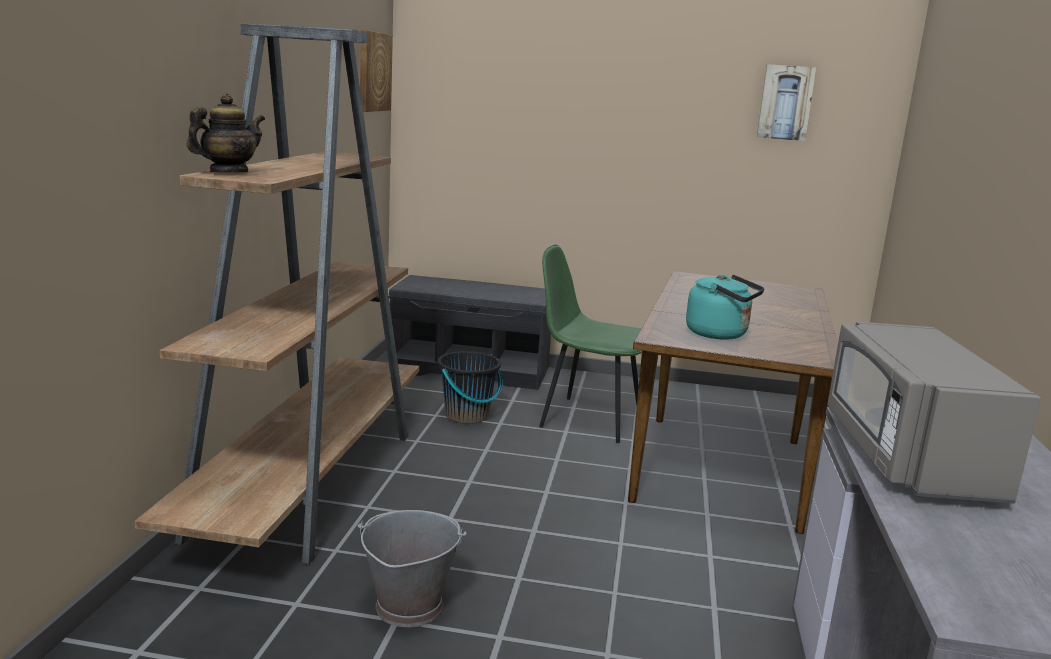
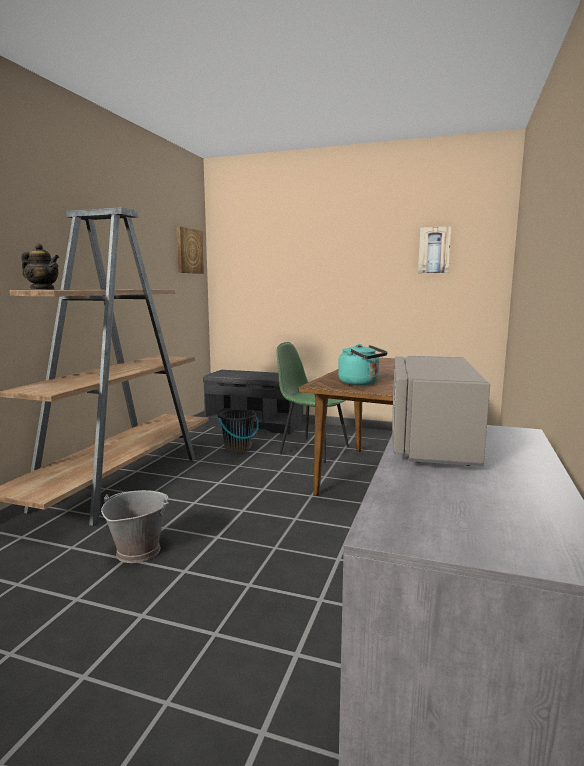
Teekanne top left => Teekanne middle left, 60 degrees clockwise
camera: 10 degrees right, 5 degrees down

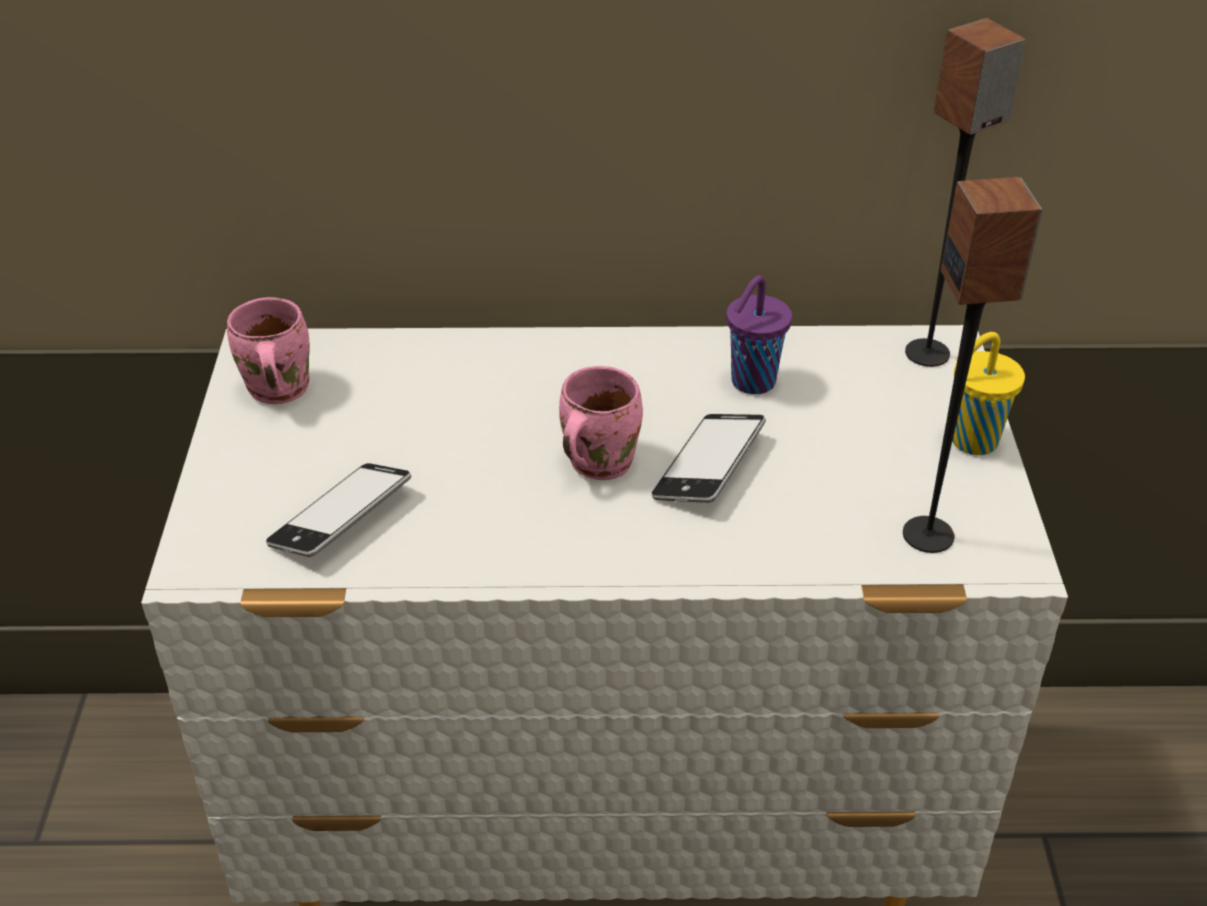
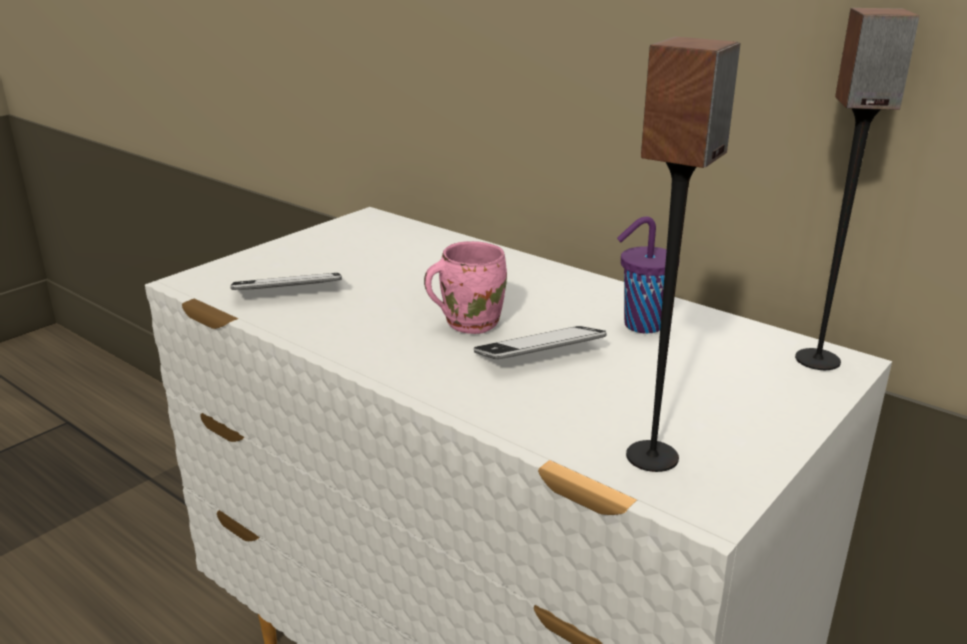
Henkelbecher/rosa (no. 1 from left) middle left => nothing
Tasse/gelb middle right => nothing
camera: 40 degrees right, 15 degrees down

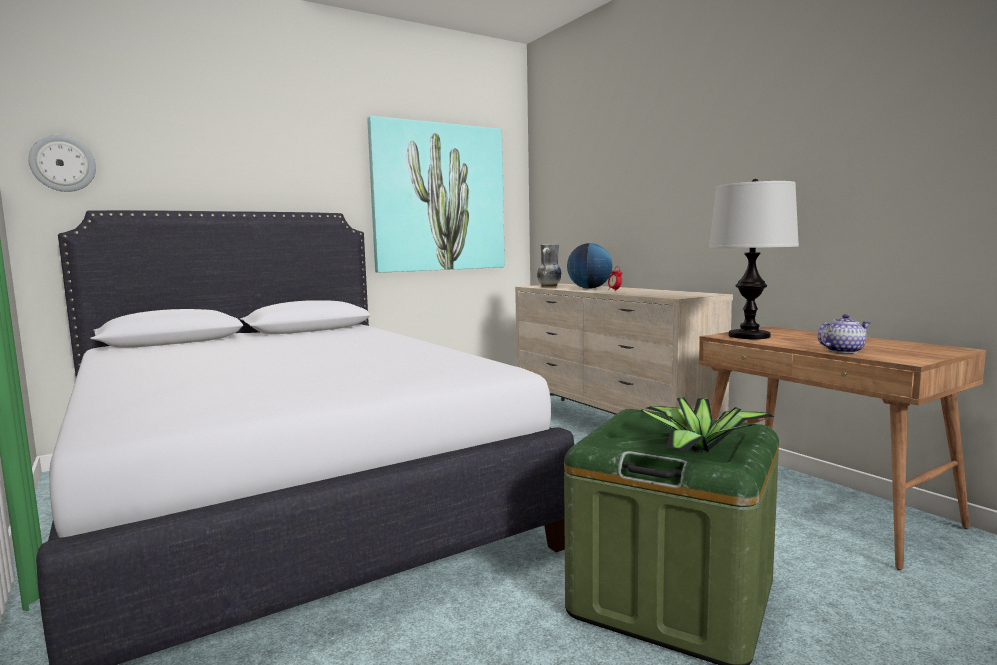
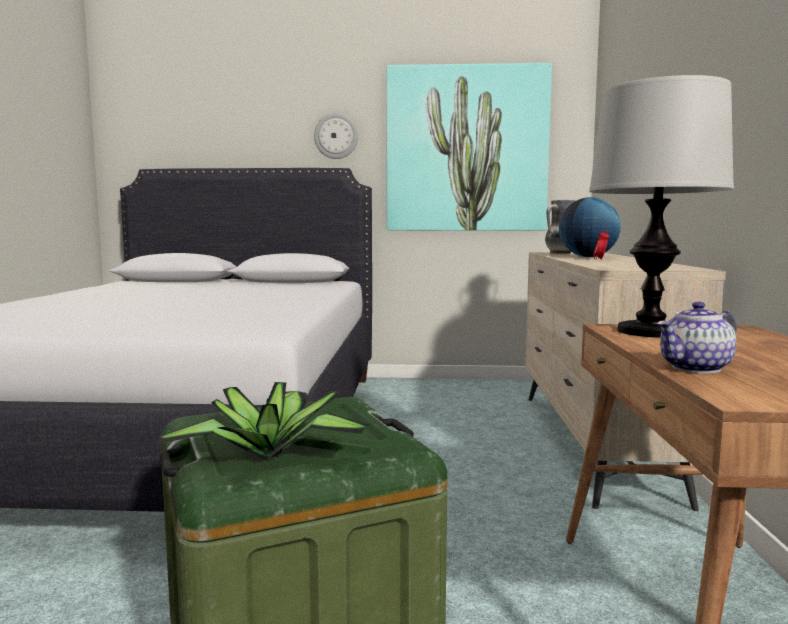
Wanduhr top left => Wanduhr top centre, shifted
Teekanne middle right, 135 degrees clockwise
camera: 35 degrees right, 0 degrees up

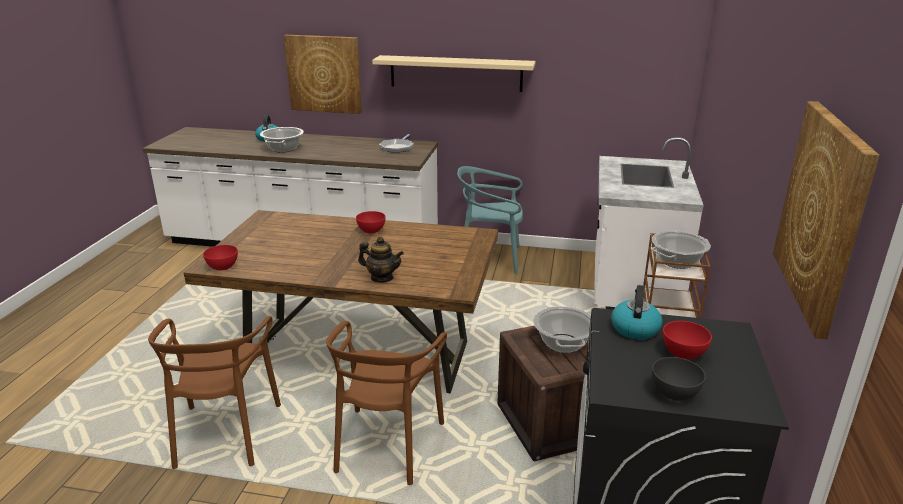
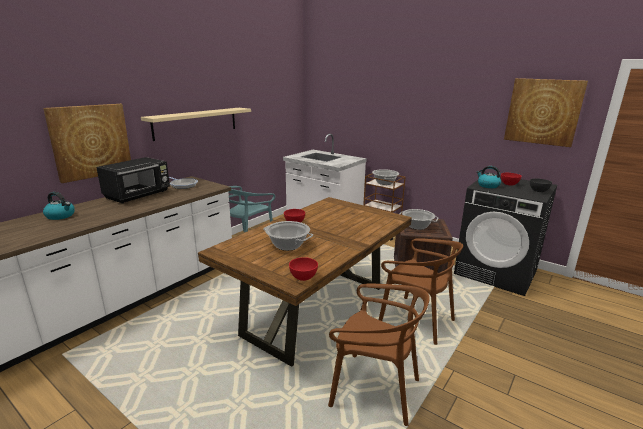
Kochtopf (no. 1 from left) top left => Kochtopf (no. 1 from left) centre, shifted
Teekanne centre => nothing
nothing => Mikrowelle/schwarz middle left
camera: 65 degrees left, 5 degrees down

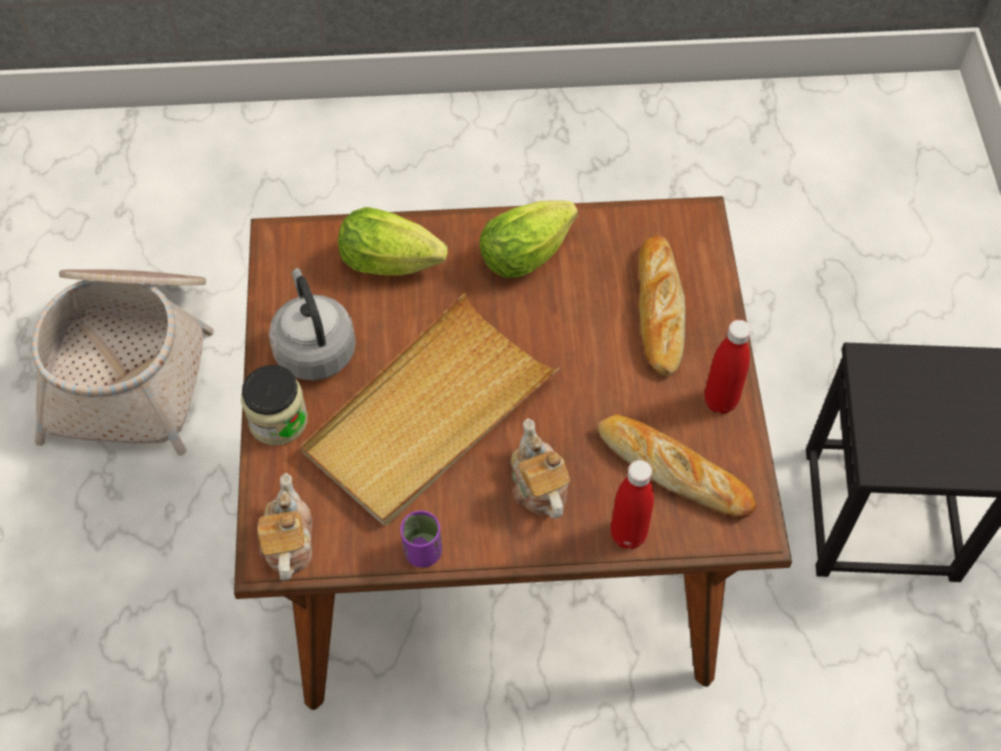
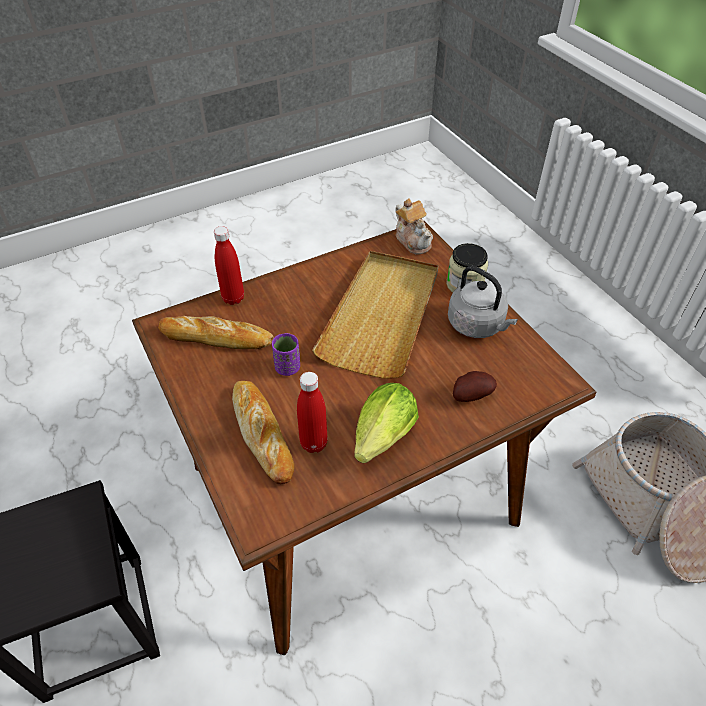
Salatkopf (no. 1 from left) top centre => Kartoffel middle right
Flasche/rot (no. 2 from left) middle right => Flasche/rot (no. 2 from left) centre, shifted
Teekanne (no. 2 from left) centre => nothing
Tasse/lila bottom centre => Tasse/lila centre, shifted
camera: 155 degrees right, 10 degrees down

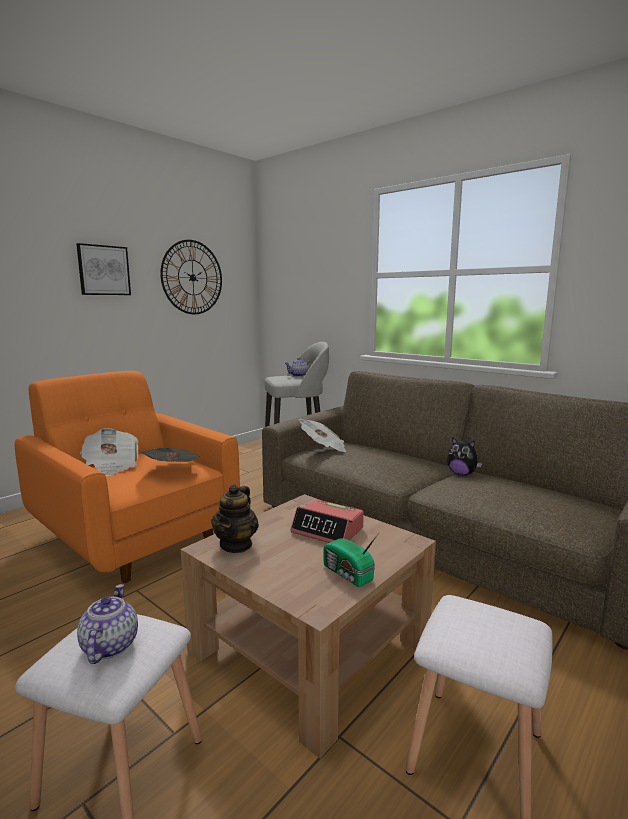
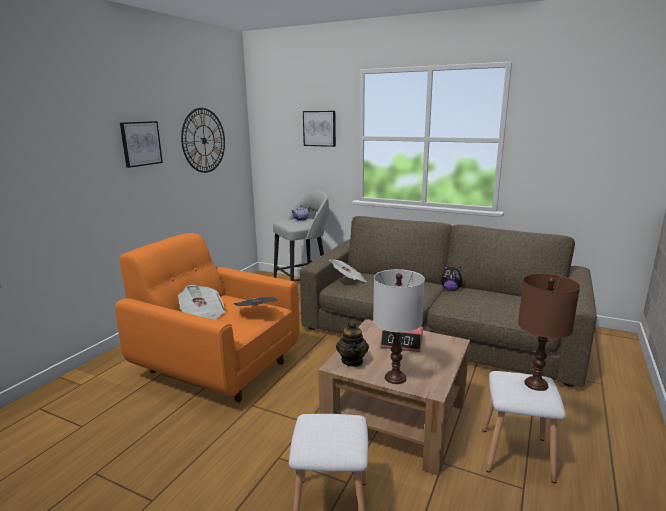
Radio bottom centre => nothing
Teekanne (no. 1 from left) bottom left => nothing
nothing => Bild (no. 2 from left) top centre
nothing => Tischlampe/weiß centre
nothing => Tischlampe/braun middle right
camera: 15 degrees left, 5 degrees up

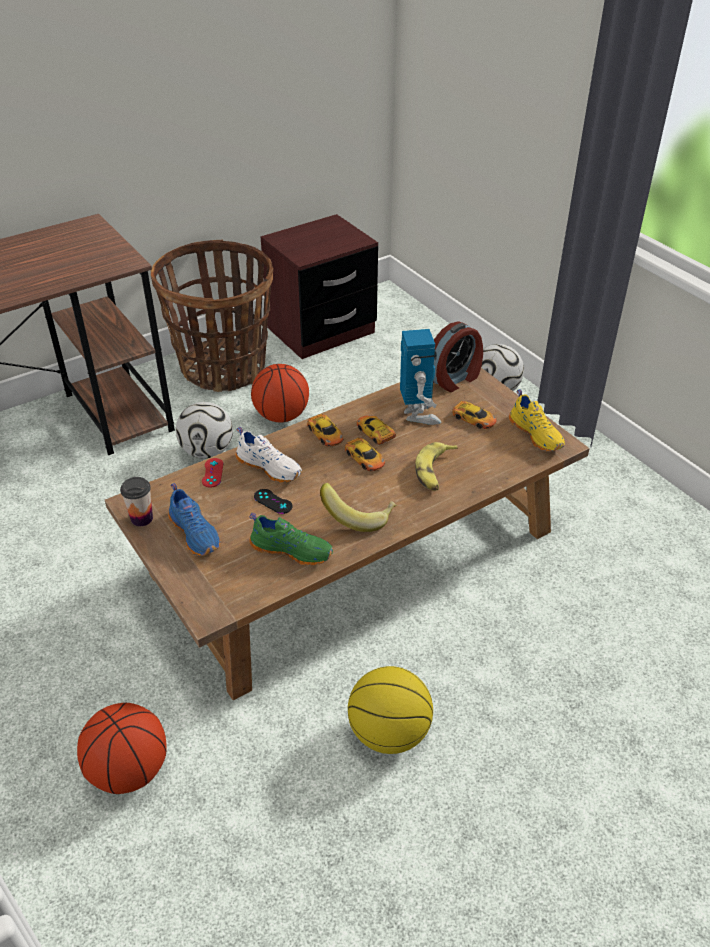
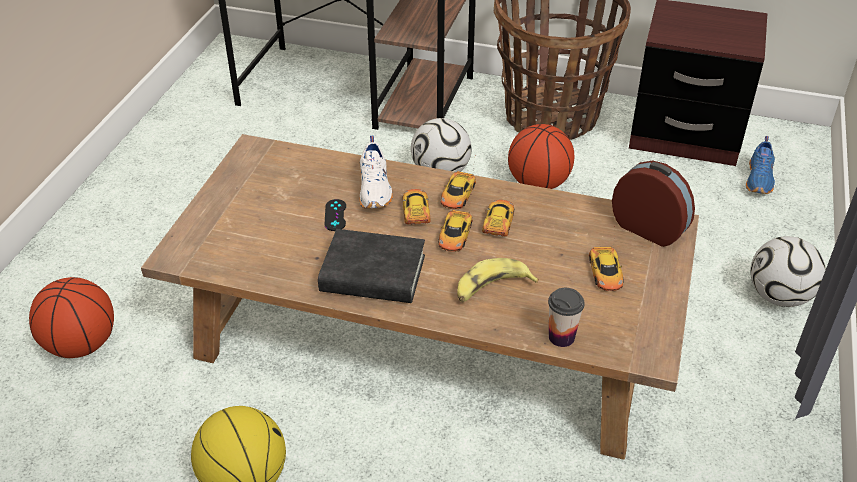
Wecker centre => Wecker middle right, 150 degrees counterclockwise
Spielzeugroboter centre => nothing
Schuh/gelb middle right => nothing
Gamepad/rot middle left => nothing
Tasse middle left => Tasse centre, shifted
Schuh/blau middle left => Schuh/blau middle right, shifted
Banane (no. 1 from left) centre => Buch/schwarz centre
Schuh/grün centre => nothing
nothing => Spielzeugauto (no. 1 from left) centre
camera: 50 degrees right, 0 degrees up

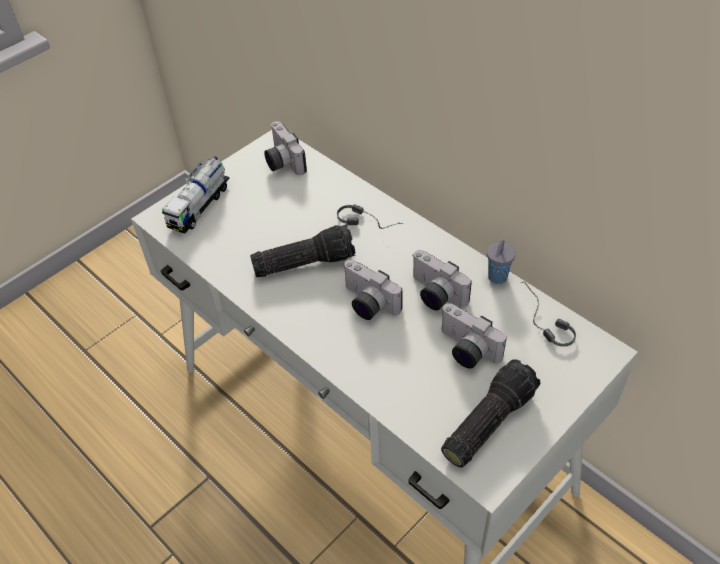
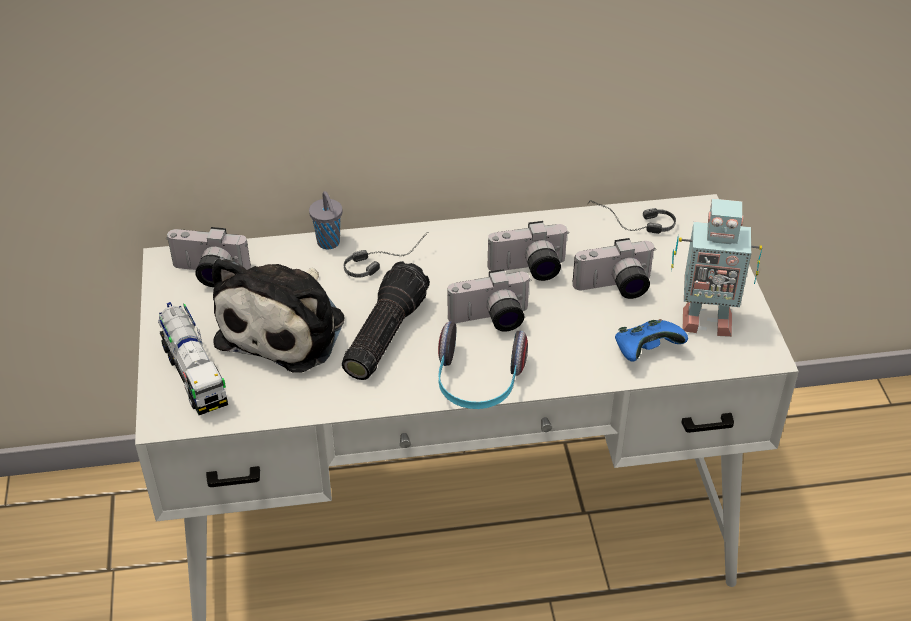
Tasse/grau middle right => Tasse/grau centre, shifted
Taschenlampe (no. 2 from left) bottom right => Spielzeugroboter middle right
nothing => Plüschtier middle left
nothing => Gamepad/blau middle right
nothing => Kopfhörer (no. 2 from left) centre
camera: 55 degrees left, 5 degrees down

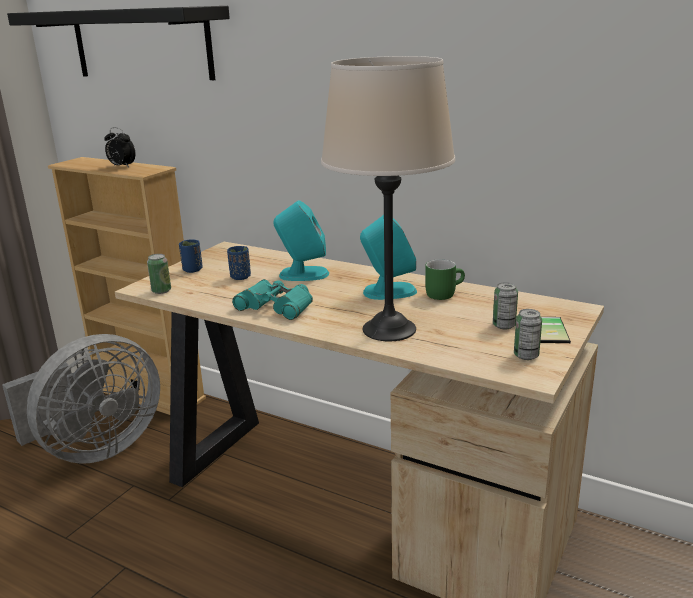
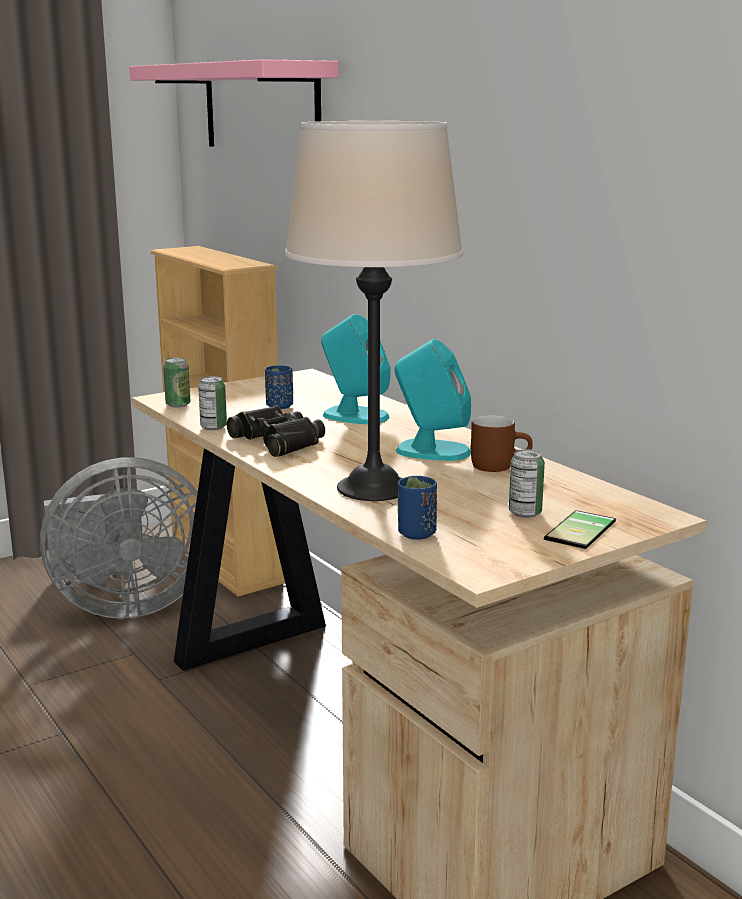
Wandregal/schwarz top left => Wandregal/rosa top left
Wecker top left => nothing
Tasse/blau (no. 1 from left in the first image) middle left => Tasse/blau (no. 2 from left) centre, shifted
Henkelbecher/grün centre => Henkelbecher/braun middle right
Fernglas/türkis centre => Fernglas/schwarz centre
Dose (no. 3 from left in the first image) middle right => Dose (no. 2 from left) middle left, shifted
camera: 25 degrees right, 5 degrees down

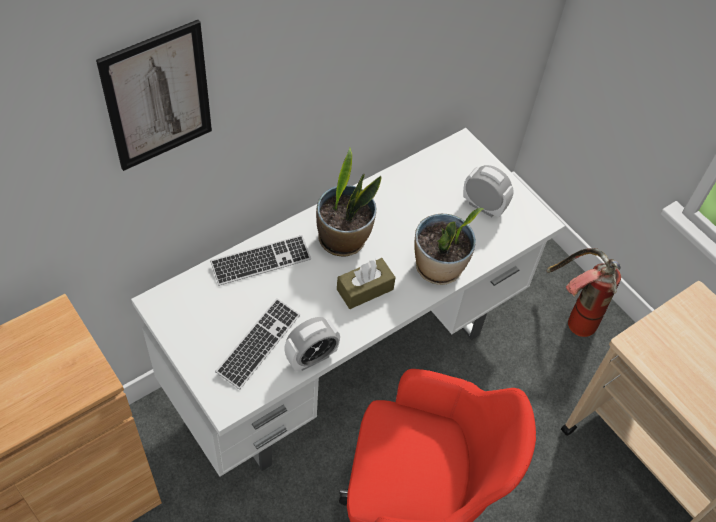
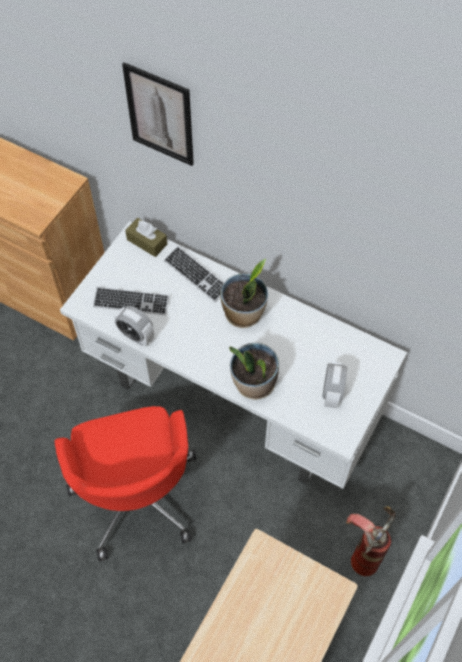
Taschentuchbox/braun centre => Taschentuchbox/braun middle left, shifted
camera: 70 degrees right, 5 degrees up

